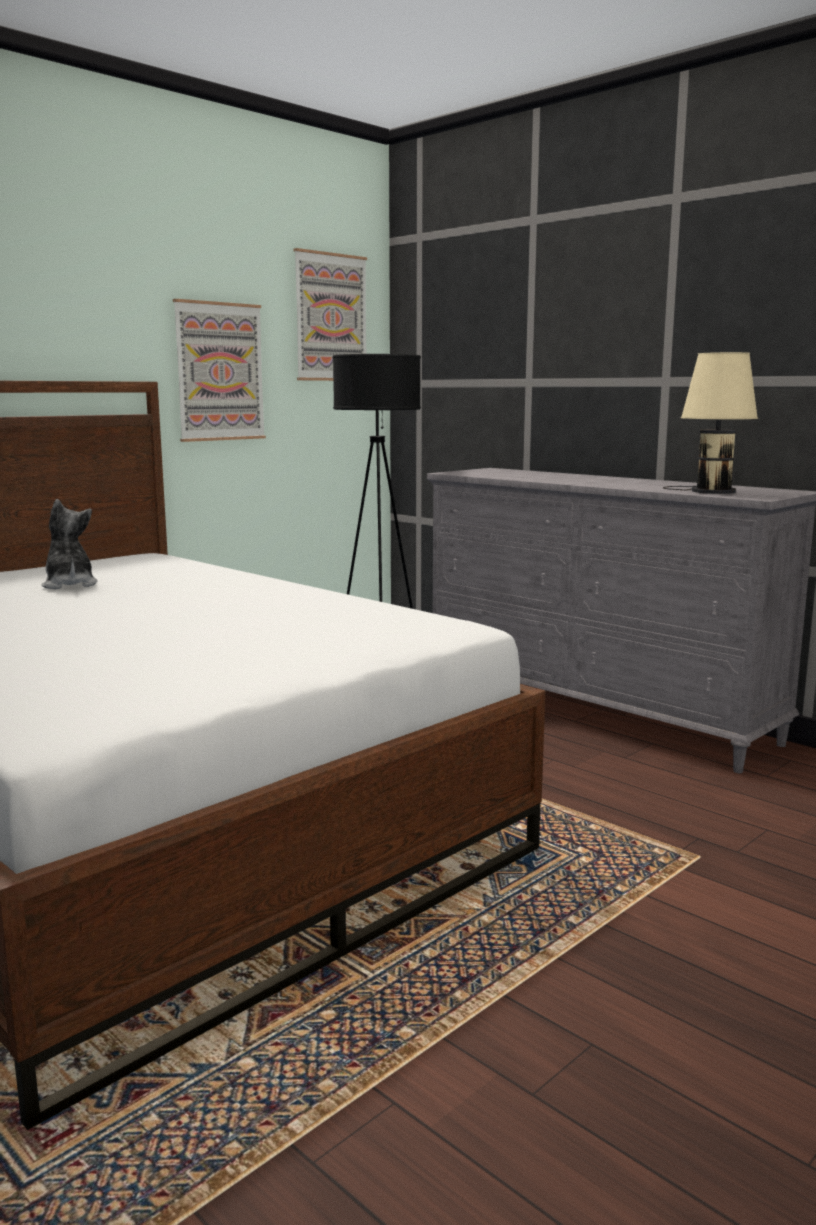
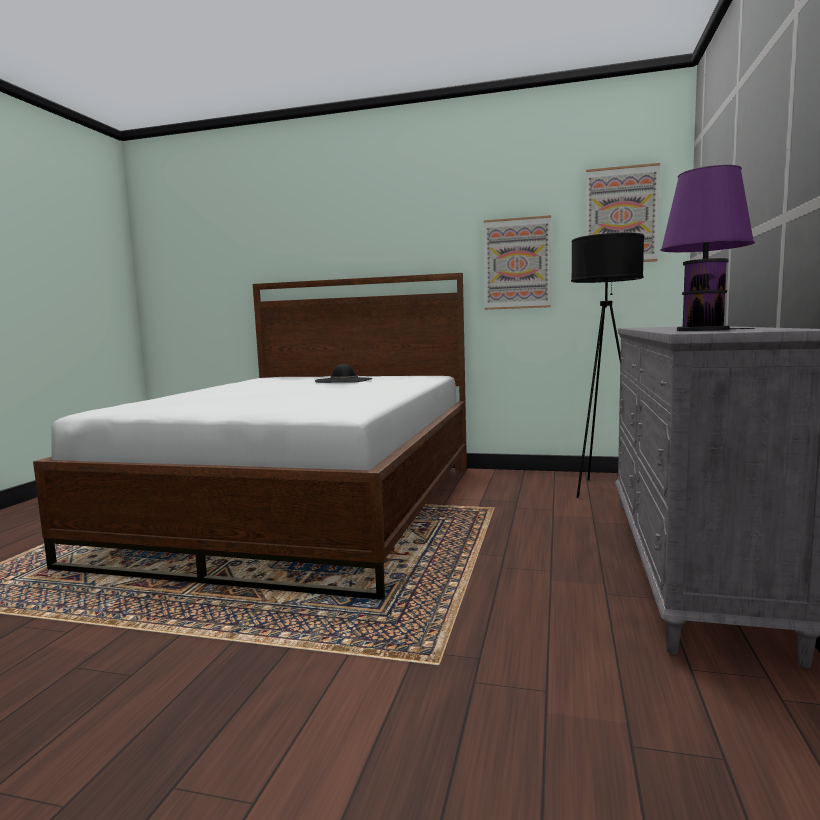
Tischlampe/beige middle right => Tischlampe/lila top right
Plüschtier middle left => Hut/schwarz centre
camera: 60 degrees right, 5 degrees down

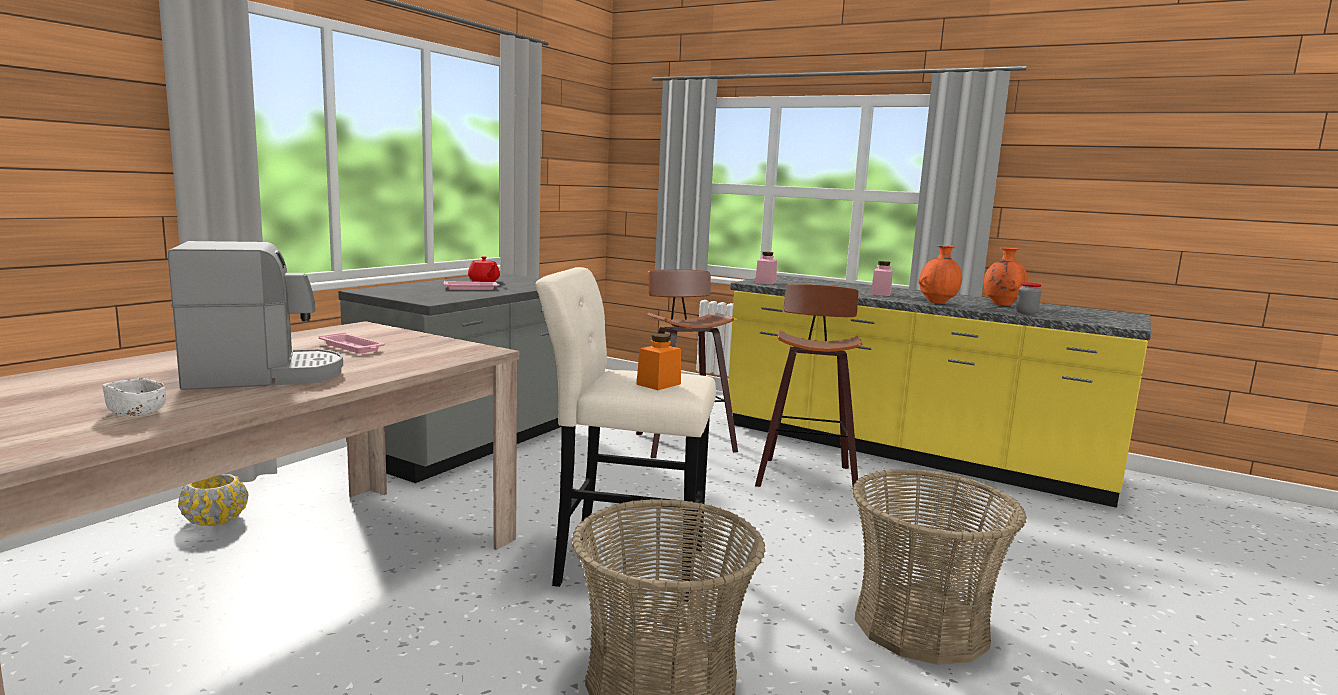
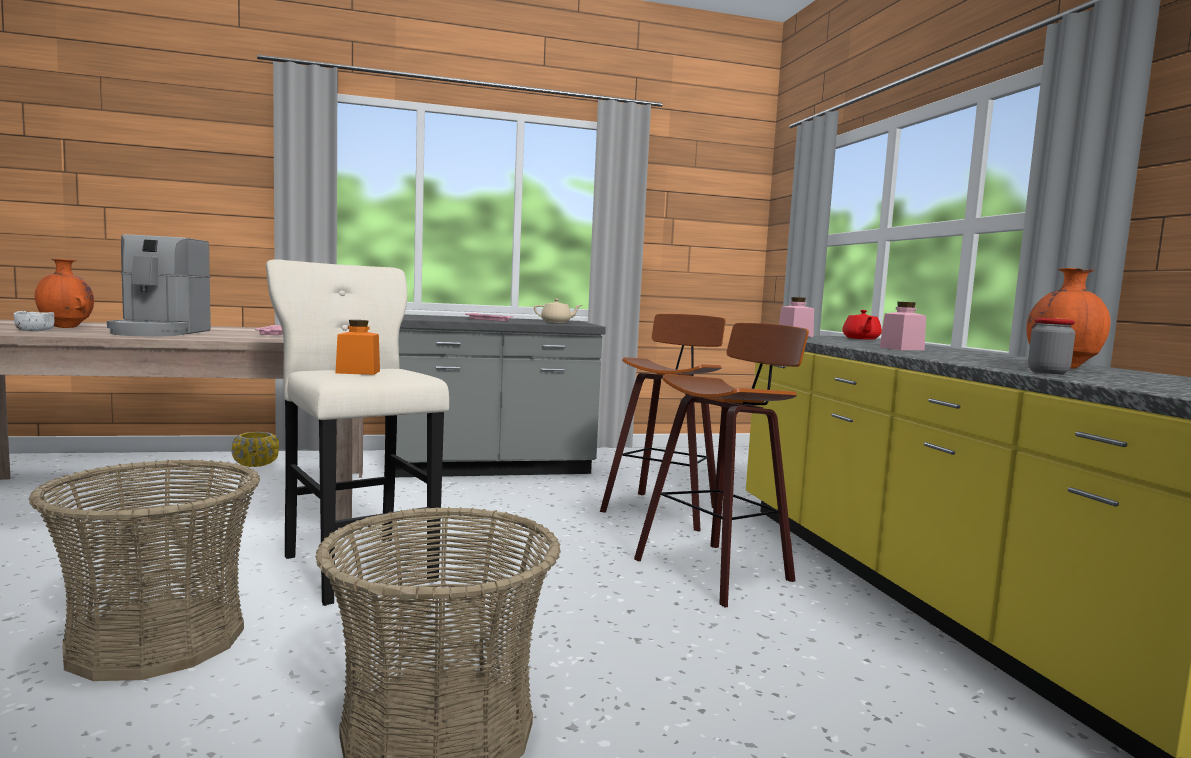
Kaffeemaschine middle left, 60 degrees clockwise
Vase/orange (no. 1 from left) middle right => Vase/orange (no. 1 from left) middle left, shifted
Teekanne/rot centre => Teekanne/rot middle right, shifted
nothing => Teekanne/beige centre
camera: 45 degrees right, 5 degrees down

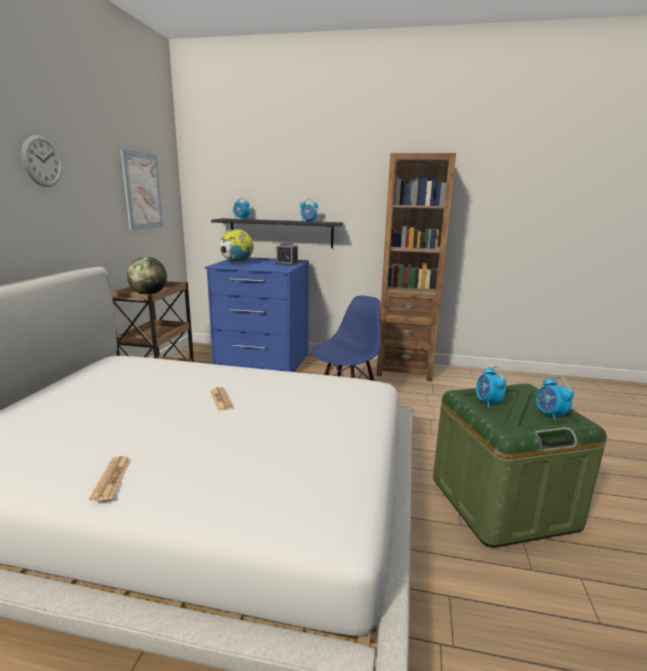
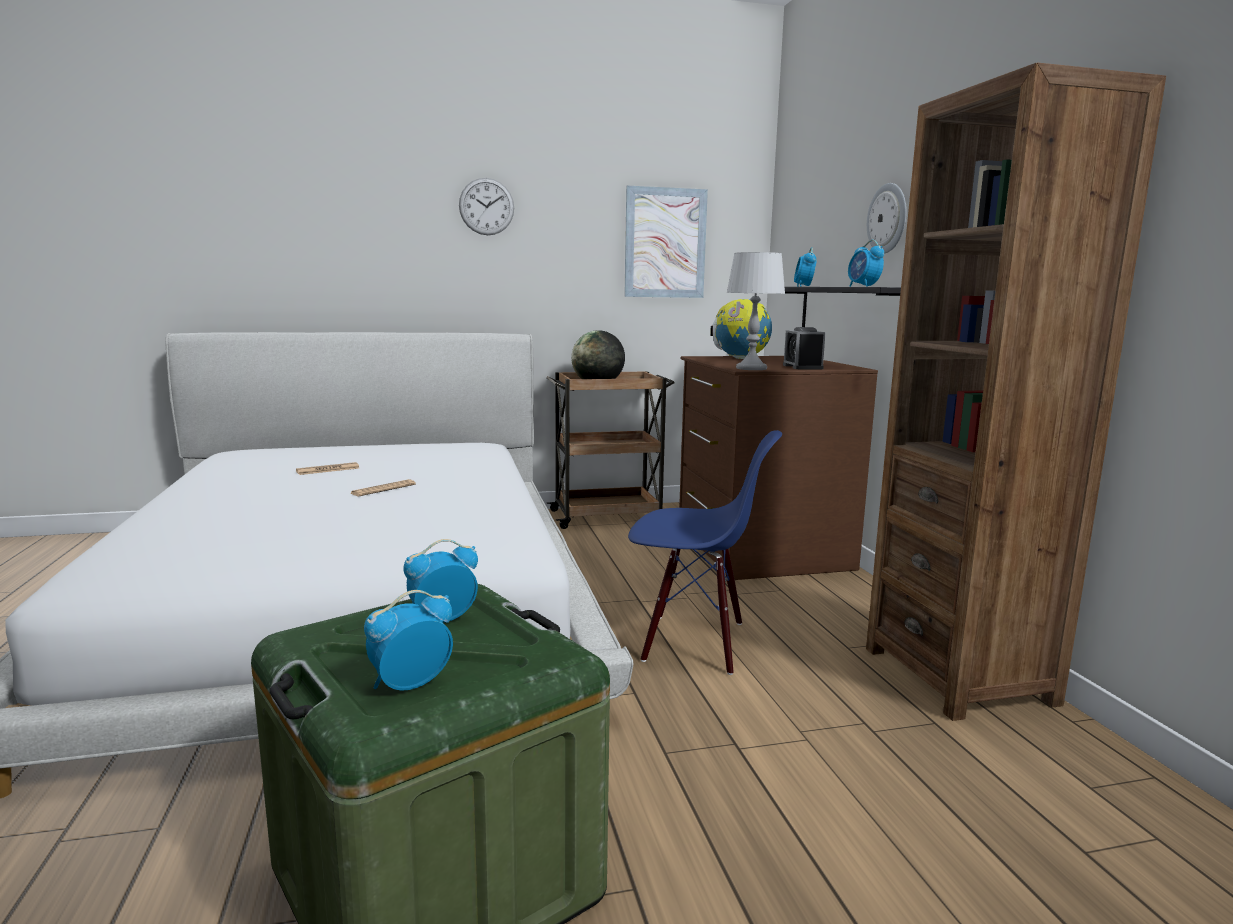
Kommode/blau centre => Kommode/braun centre
Zeitung (no. 1 from left) bottom left => Zeitung (no. 1 from left) middle left, shifted
nothing => Wanduhr (no. 2 from left) top right
nothing => Tischlampe/grau centre
camera: 65 degrees right, 5 degrees down

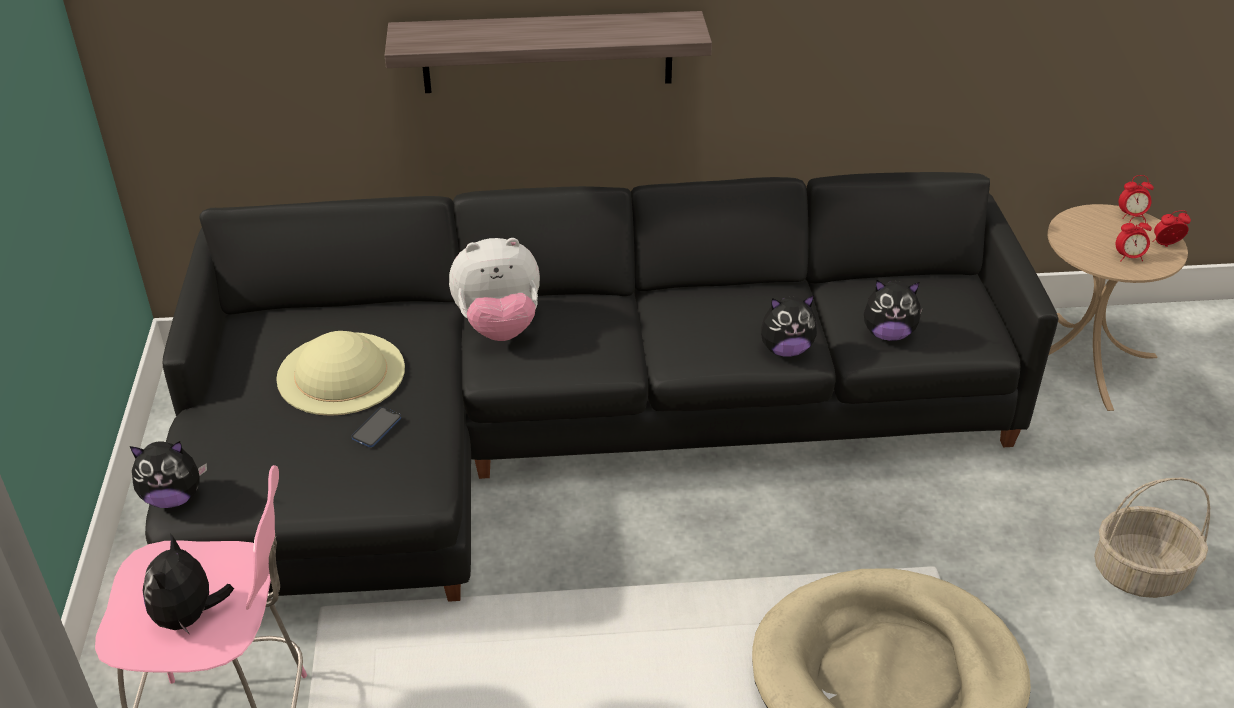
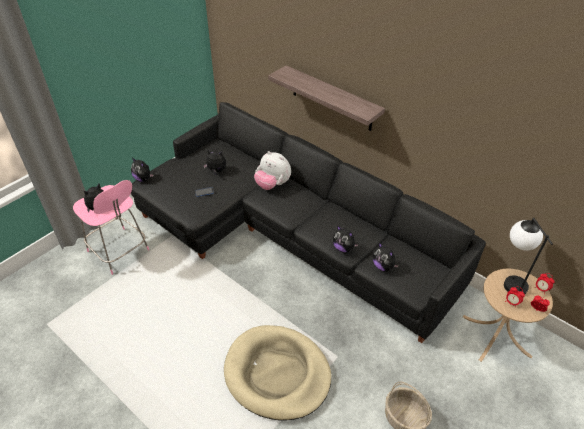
Hut/beige middle left => Plüschtier (no. 3 from left) centre
nothing => Tischlampe middle right
camera: 45 degrees right, 5 degrees up

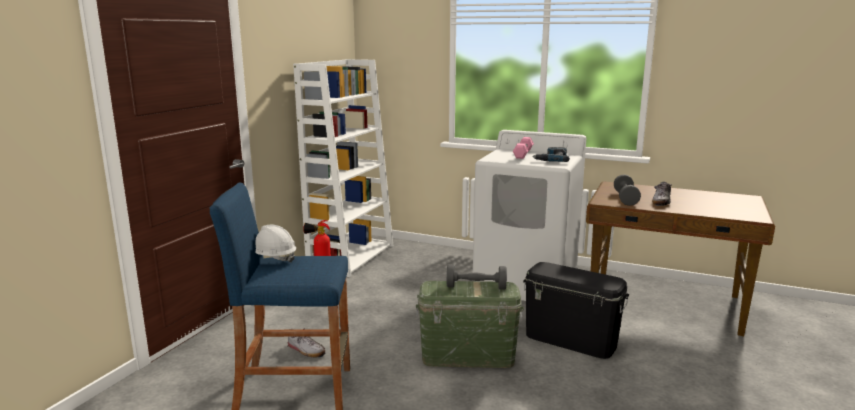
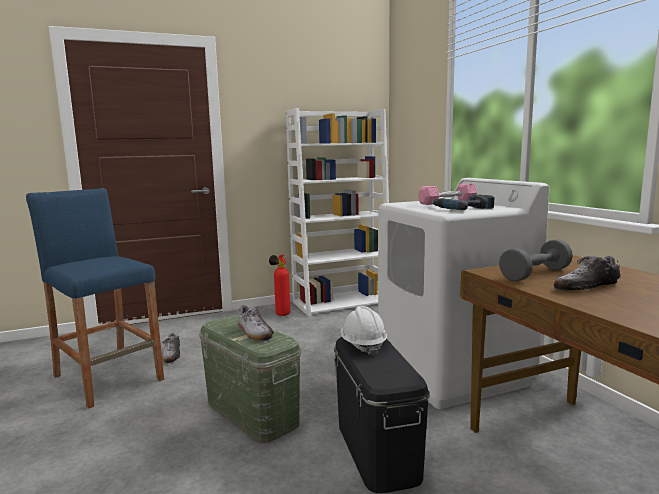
Schutzhelm/weiß middle left => Schutzhelm/weiß bottom centre, shifted
Hantel/grau (no. 1 from left) bottom centre => Schuh (no. 2 from left) centre
camera: 45 degrees right, 5 degrees down

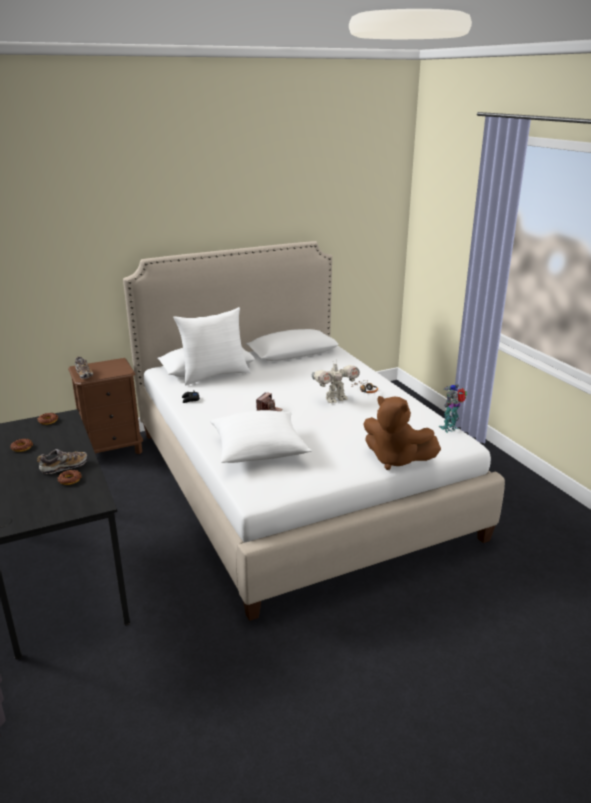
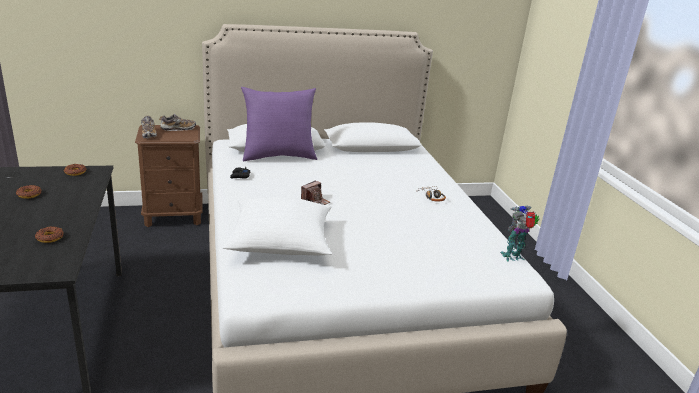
Kissen/weiß (no. 1 from left) centre => Kissen/lila top centre
Spielzeugroboter (no. 1 from left) centre => nothing
Plüschtier/braun middle right => nothing
Schuh (no. 1 from left in the first image) middle left => Schuh (no. 2 from left) top left, shifted
camera: 10 degrees right, 0 degrees up

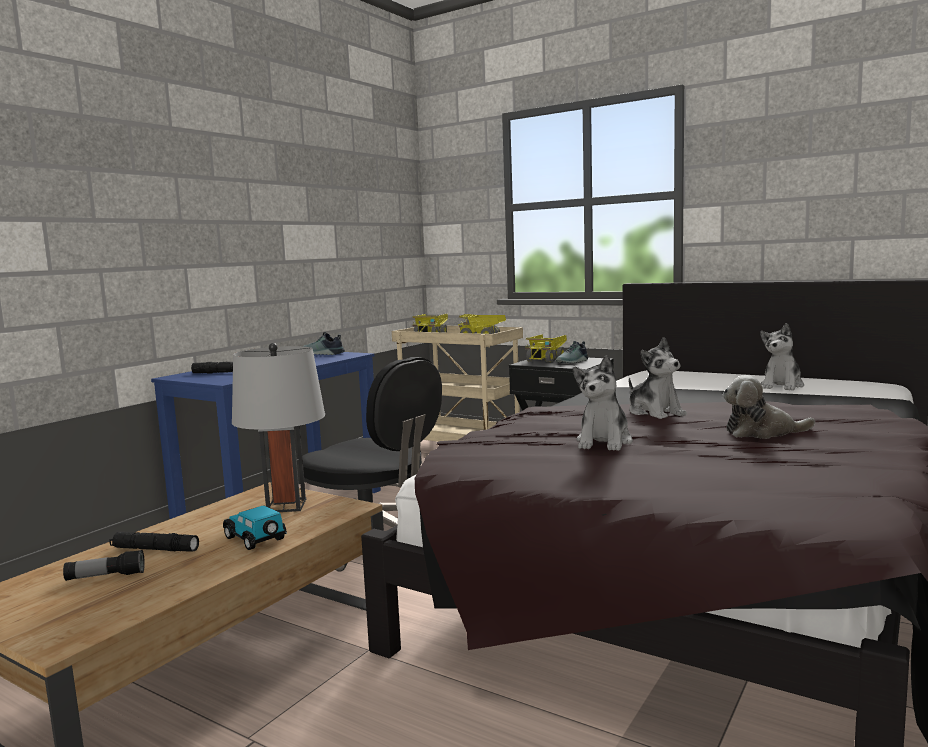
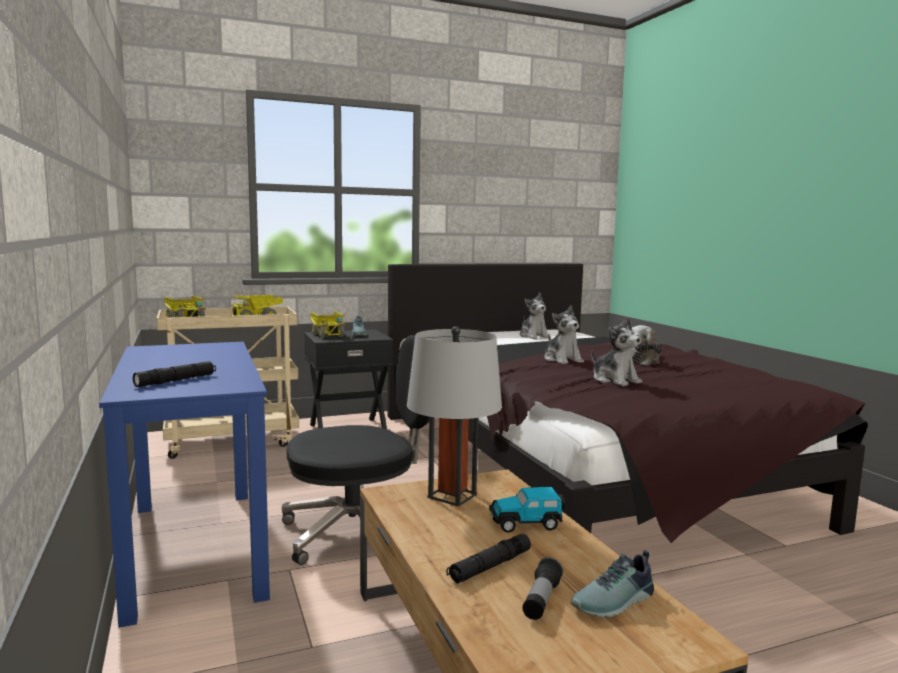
Schuh (no. 1 from left in the first image) centre => Schuh (no. 2 from left) bottom right, shifted
Plüschtier (no. 2 from left) middle right => Plüschtier (no. 2 from left) centre, 60 degrees clockwise
camera: 55 degrees left, 0 degrees up

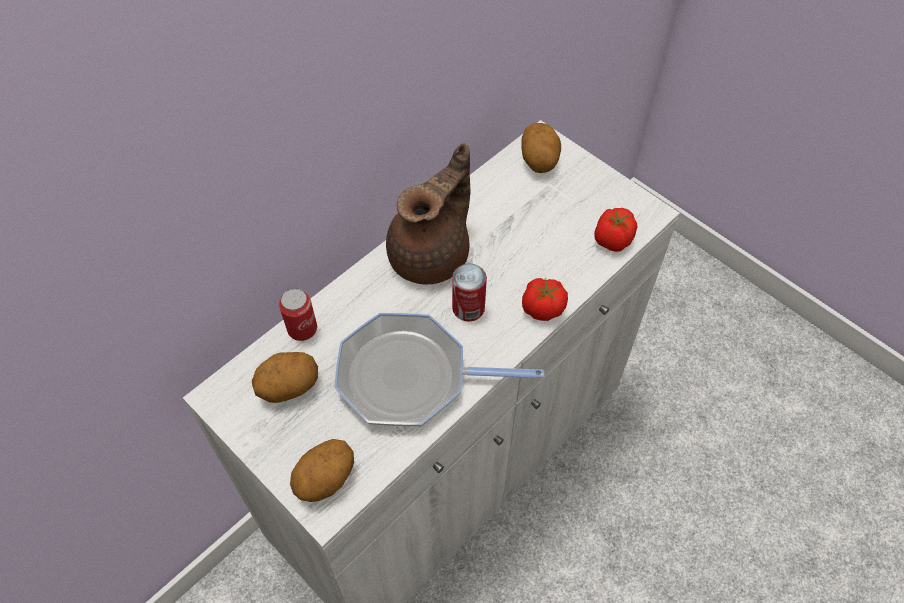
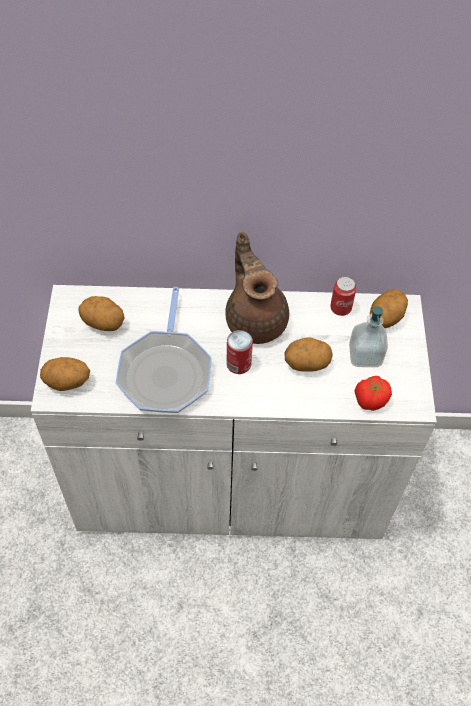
Teekanne/braun centre, 105 degrees counterclockwise
Tomate (no. 1 from left) centre => nothing
Dose (no. 1 from left in the first image) middle left => Dose (no. 2 from left) middle right, shifted
Pfanne centre, 135 degrees counterclockwise
nothing => Seifenspender middle right
nothing => Kartoffel (no. 3 from left) centre
camera: 45 degrees right, 0 degrees up

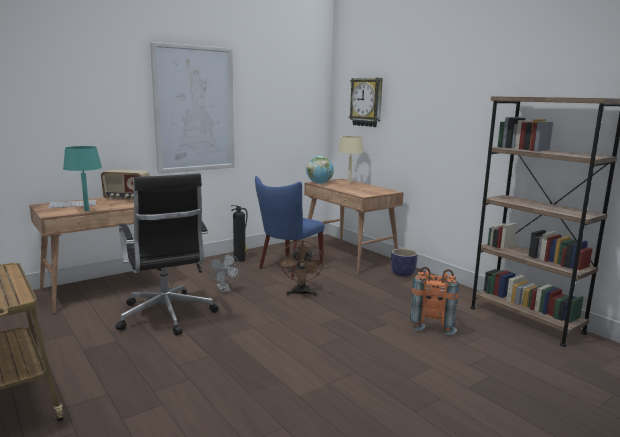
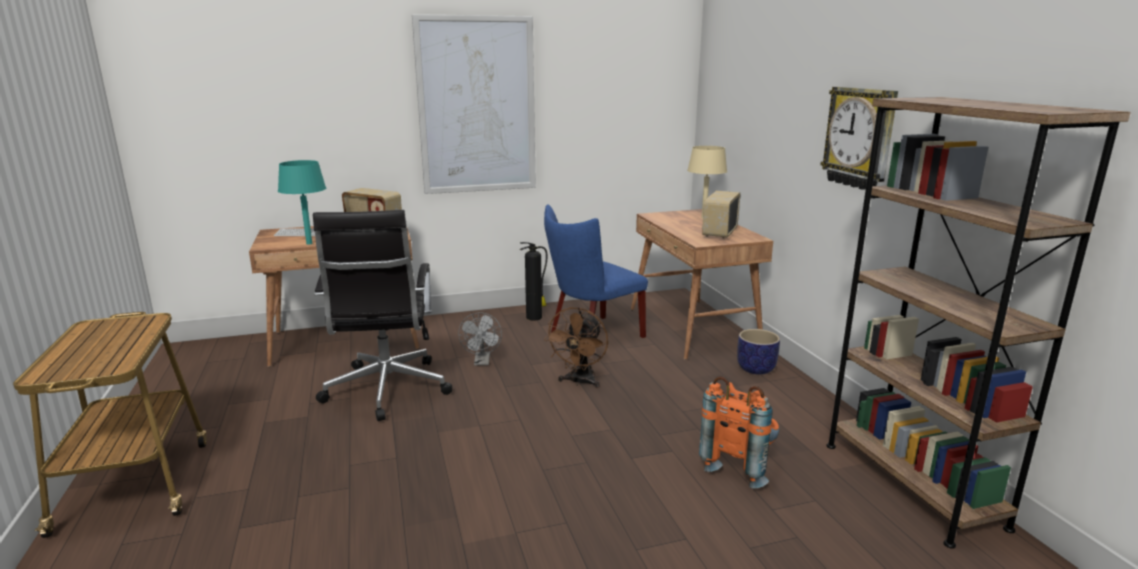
Wanduhr top centre => Wanduhr top right, shifted
Globus centre => nothing
nothing => Radio (no. 2 from left) centre
camera: 20 degrees right, 5 degrees up

